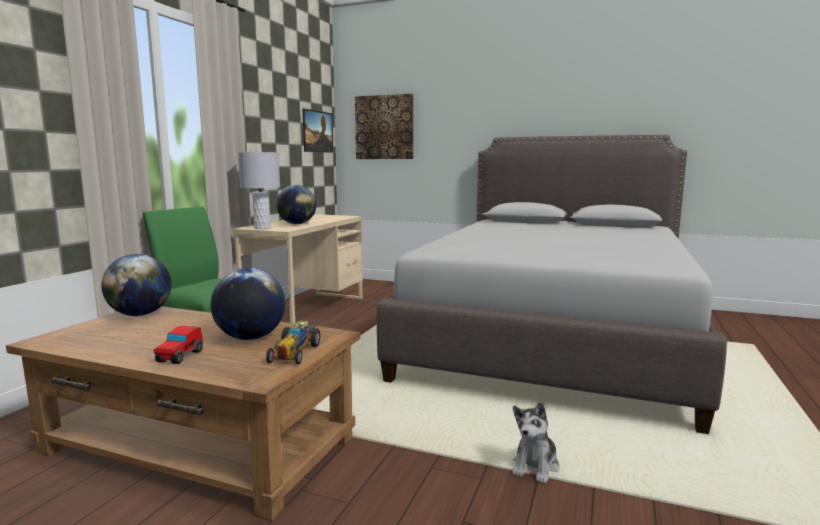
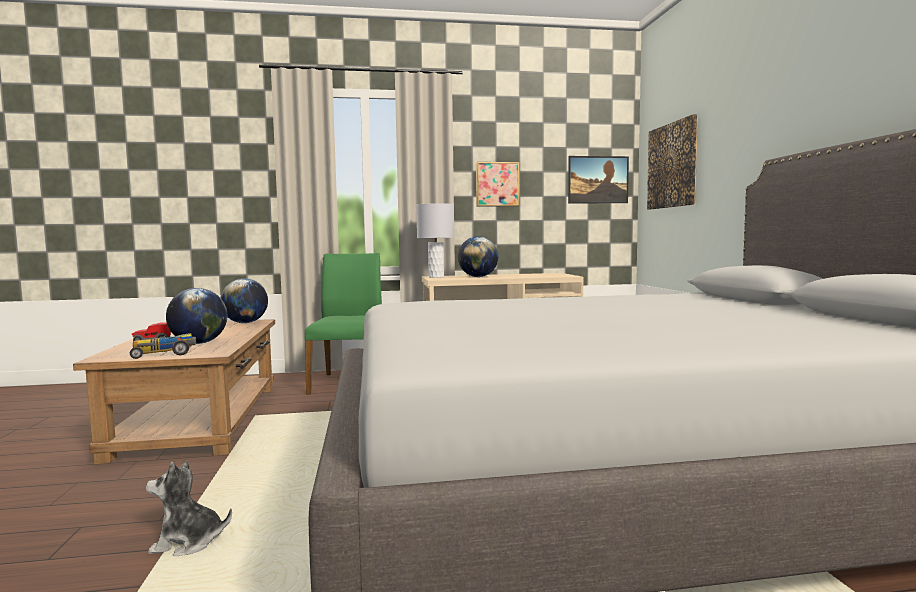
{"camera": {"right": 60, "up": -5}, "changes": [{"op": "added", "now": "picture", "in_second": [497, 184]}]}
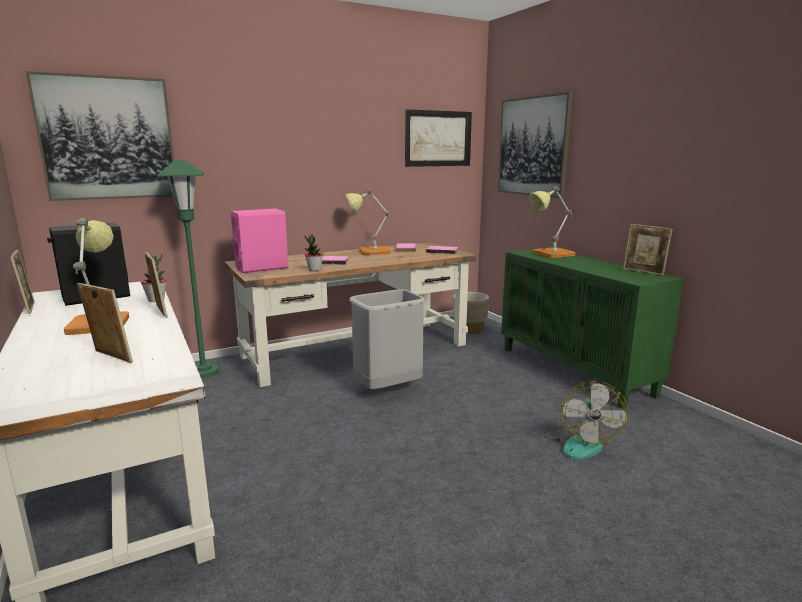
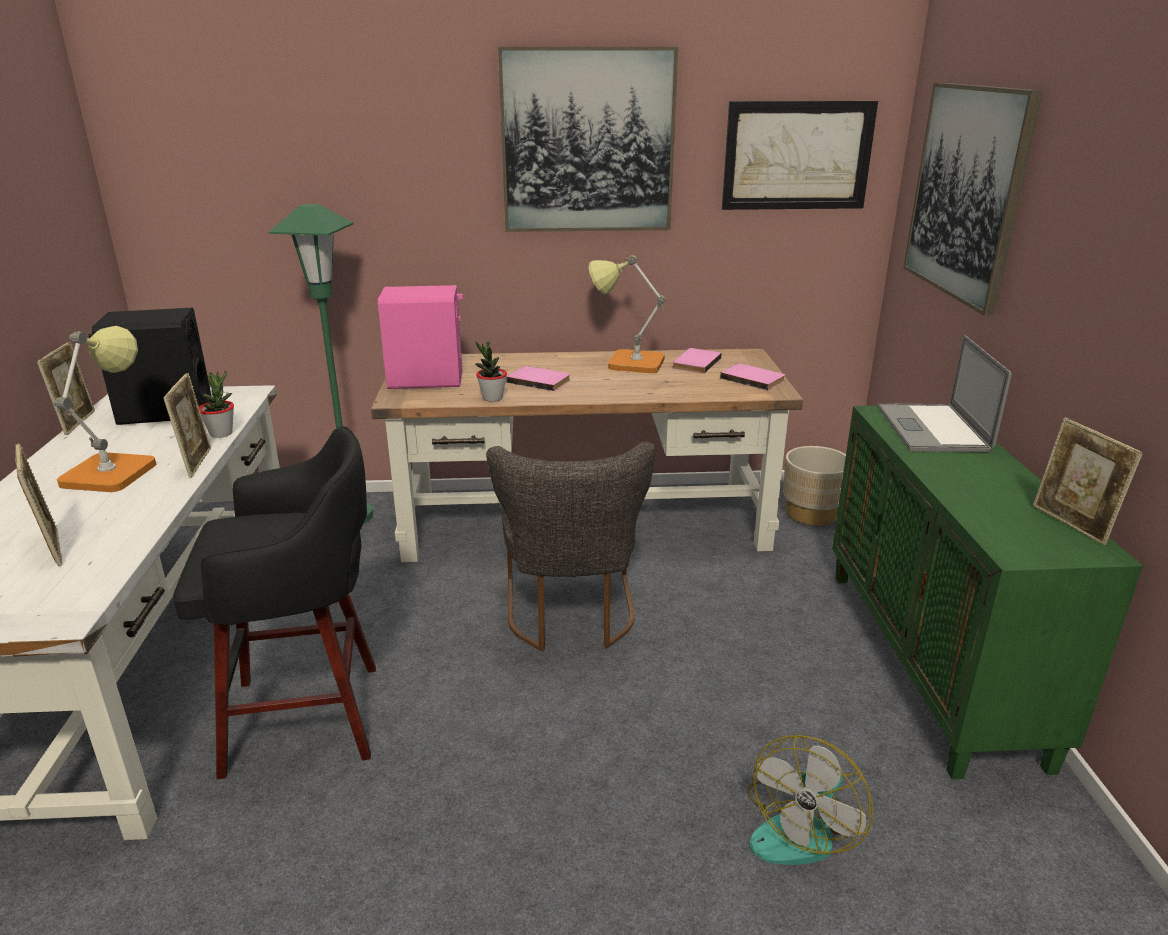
{"camera": {"right": 25, "up": 10}, "changes": [{"op": "moved", "was": "picture", "in_first": [108, 138], "in_second": [587, 142]}, {"op": "replaced", "was": "table lamp", "now": "laptop", "in_first": [549, 254], "in_second": [932, 428]}, {"op": "replaced", "was": "trash can (grey)", "now": "chair (grey)", "in_first": [388, 390], "in_second": [571, 616]}, {"op": "added", "now": "stool (black)", "in_second": [310, 718]}]}
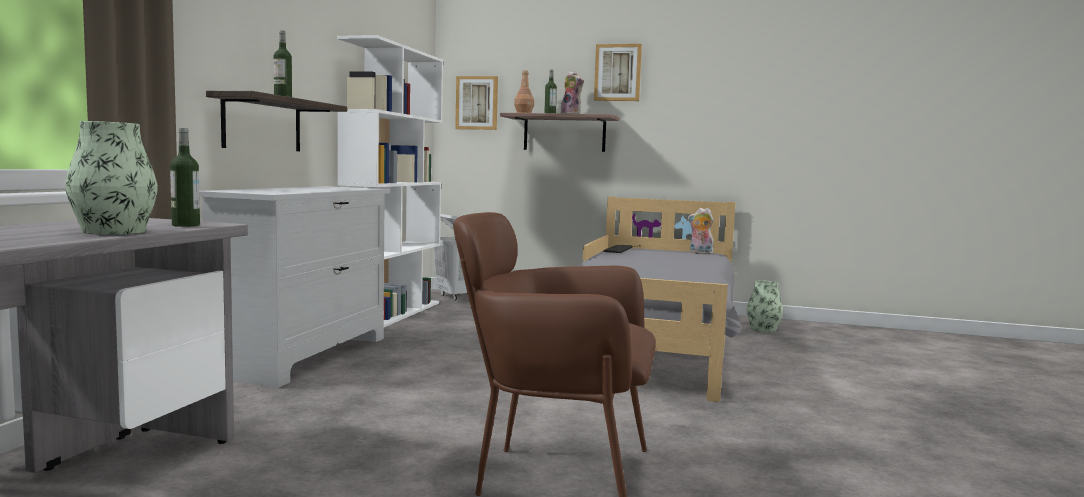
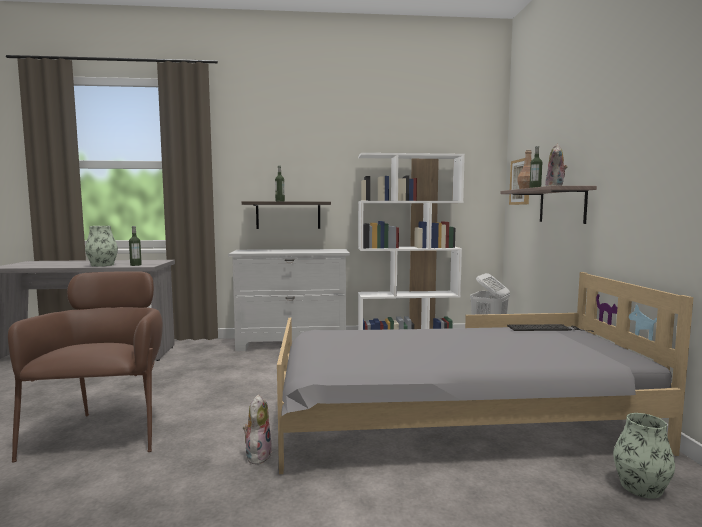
{"camera": {"right": 70, "up": 0}, "changes": [{"op": "removed", "was": "picture", "in_first": [617, 72]}, {"op": "moved", "was": "plush toy", "in_first": [700, 253], "in_second": [257, 455]}]}
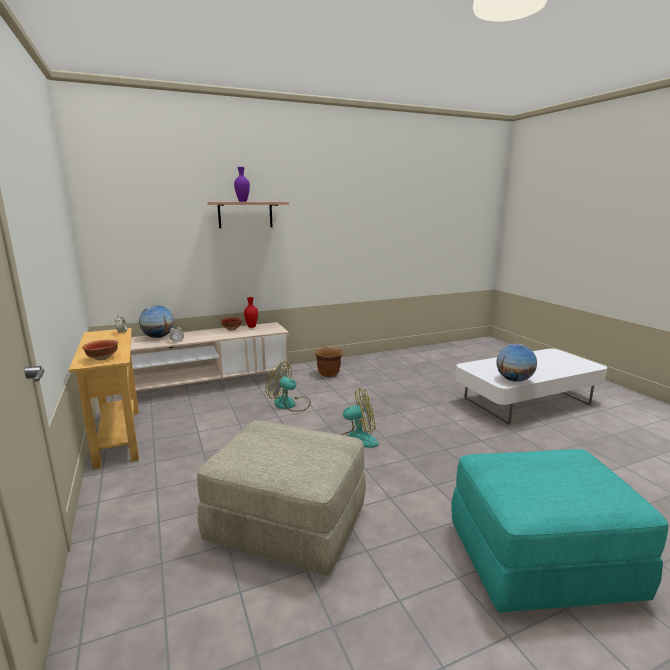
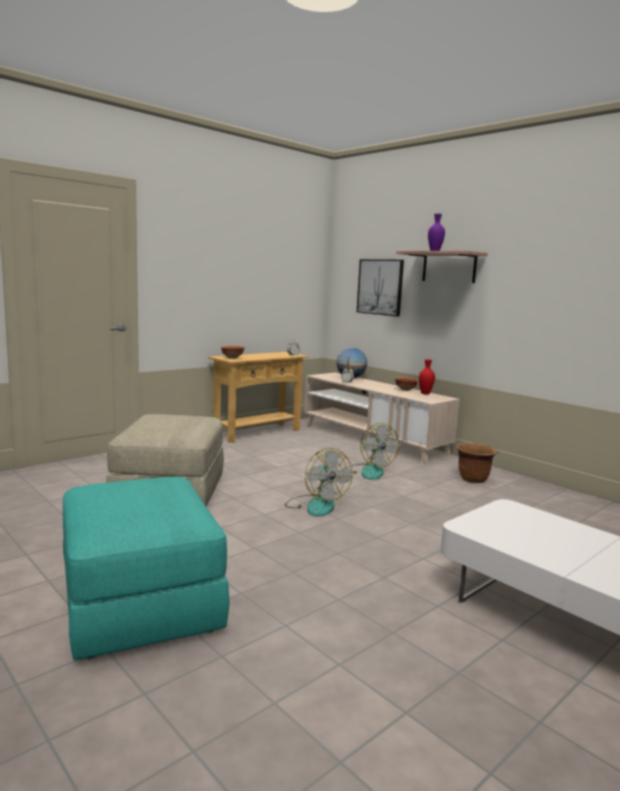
{"camera": {"right": 70, "up": -5}, "changes": [{"op": "removed", "was": "globe", "in_first": [514, 380]}, {"op": "turned", "was": "fan", "in_first": [290, 404], "in_second": [368, 471], "clockwise": 150}, {"op": "added", "now": "picture", "in_second": [380, 287]}]}
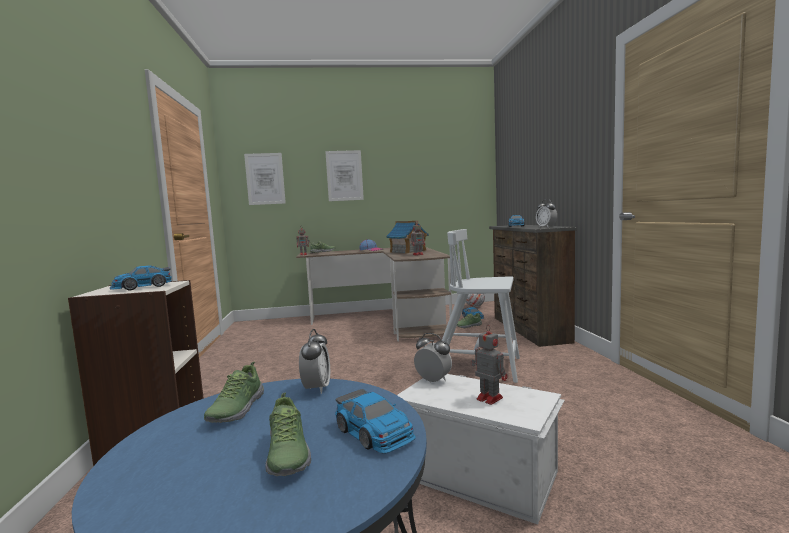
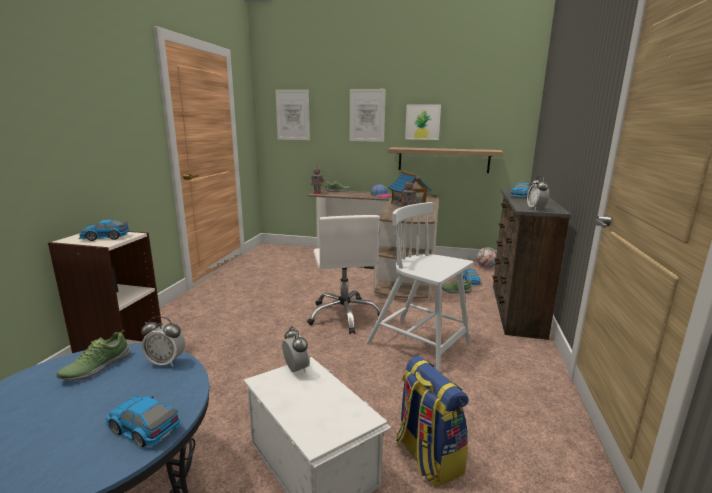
{"camera": {"right": 20, "up": 10}, "changes": [{"op": "removed", "was": "toy robot", "in_first": [488, 398]}, {"op": "turned", "was": "alarm clock", "in_first": [317, 388], "in_second": [166, 362], "clockwise": 75}, {"op": "turned", "was": "toy car", "in_first": [374, 433], "in_second": [143, 427], "clockwise": 135}, {"op": "removed", "was": "shoe", "in_first": [287, 454]}, {"op": "added", "now": "picture", "in_second": [422, 122]}, {"op": "added", "now": "shelf", "in_second": [443, 160]}, {"op": "added", "now": "office chair (white)", "in_second": [344, 315]}, {"op": "added", "now": "backpack", "in_second": [427, 457]}]}
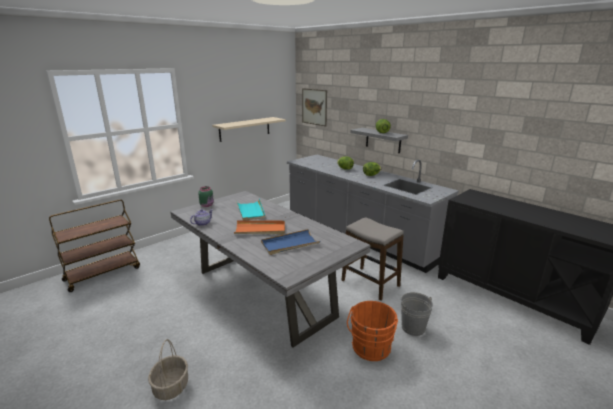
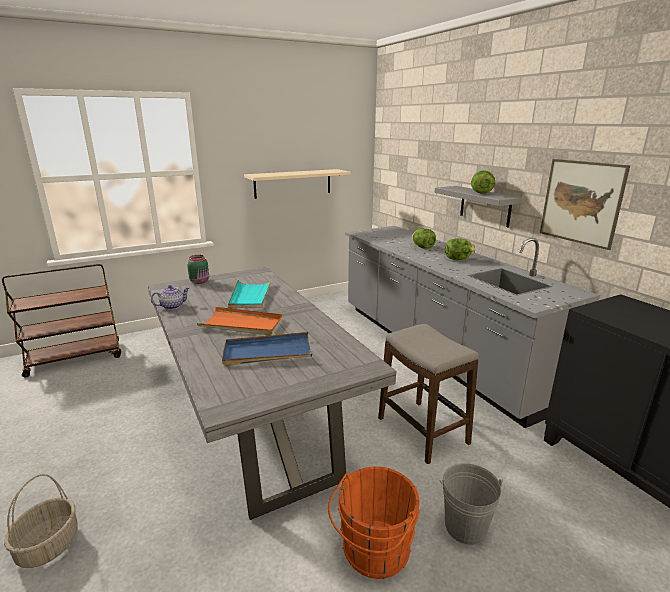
{"camera": {"right": 15, "up": 0}, "changes": [{"op": "moved", "was": "picture", "in_first": [314, 107], "in_second": [581, 202]}]}
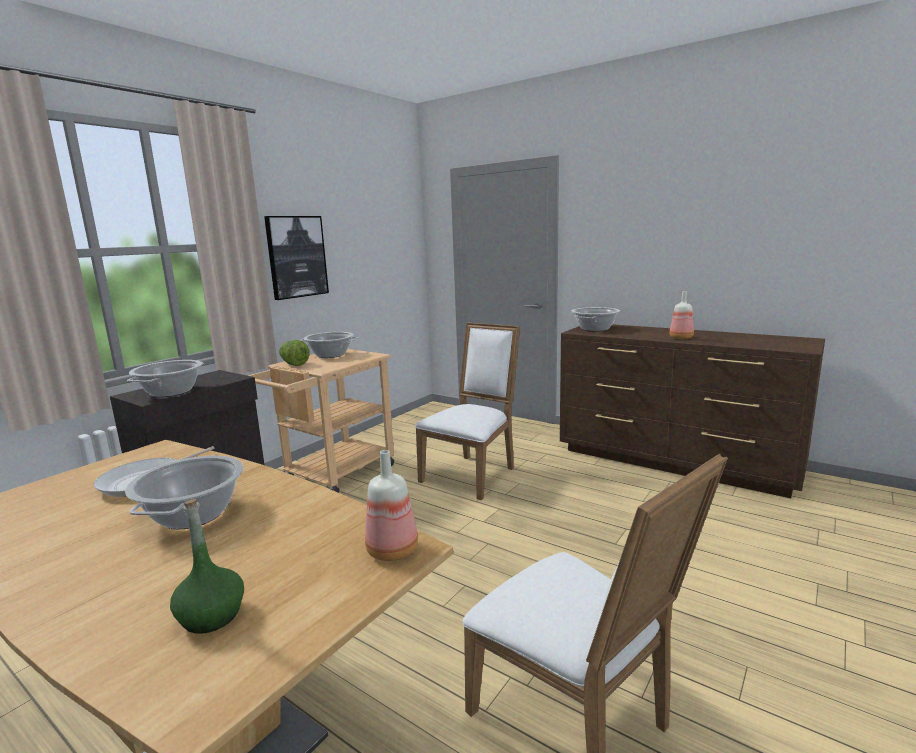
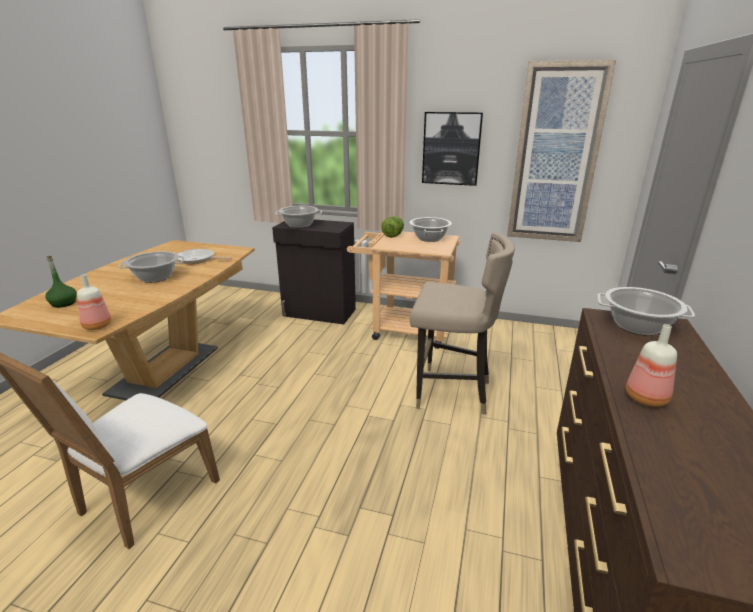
{"camera": {"right": 70, "up": 10}, "changes": [{"op": "replaced", "was": "chair (white)", "now": "stool (beige)", "in_first": [473, 473], "in_second": [451, 392]}, {"op": "added", "now": "picture", "in_second": [555, 156]}]}
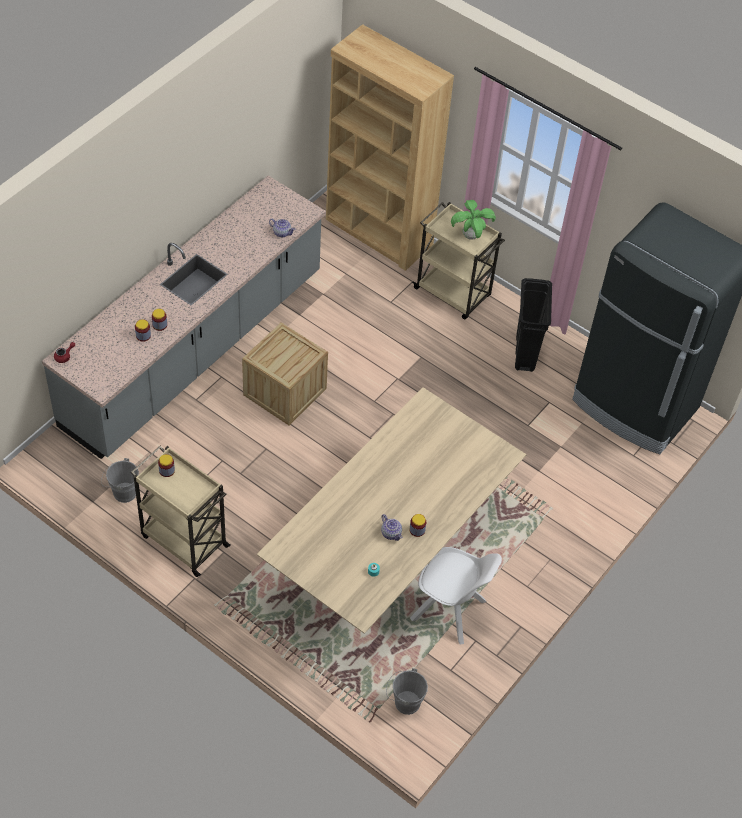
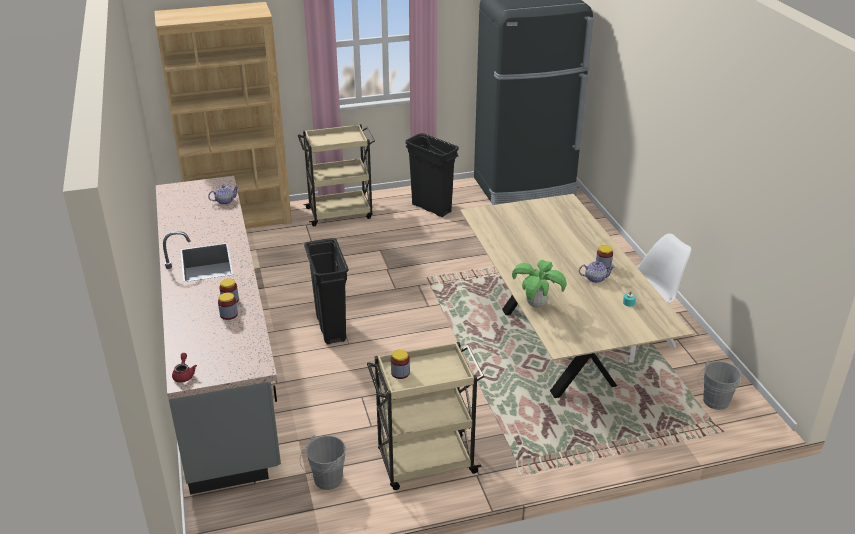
{"camera": {"right": -50, "up": -20}, "changes": [{"op": "moved", "was": "potted plant", "in_first": [470, 236], "in_second": [536, 305]}, {"op": "replaced", "was": "crate", "now": "trash can (black)", "in_first": [285, 392], "in_second": [331, 329]}]}
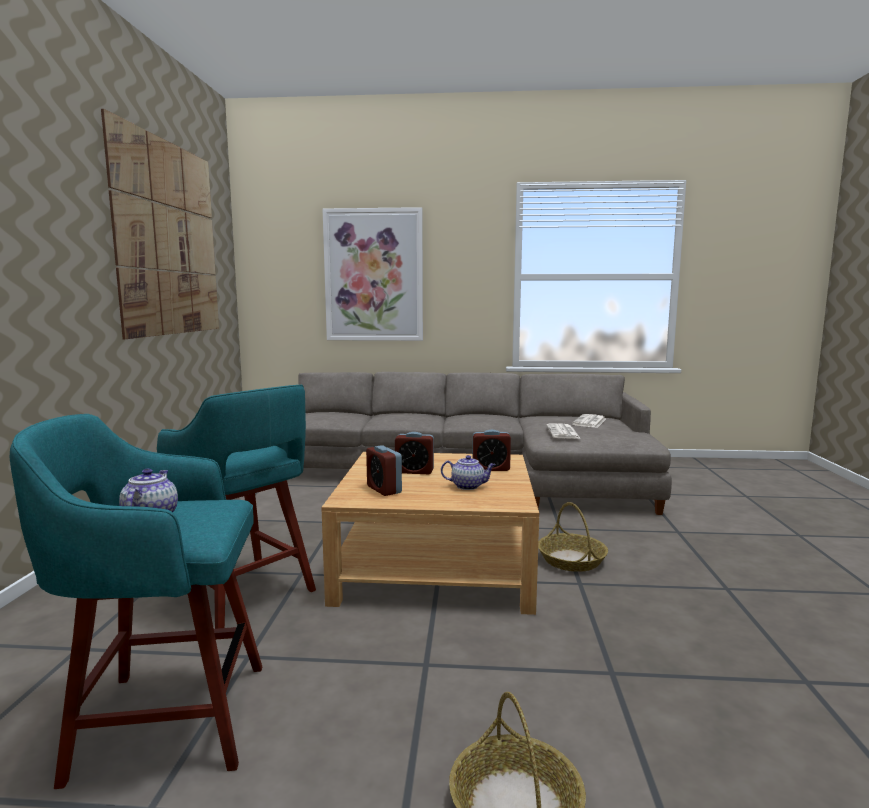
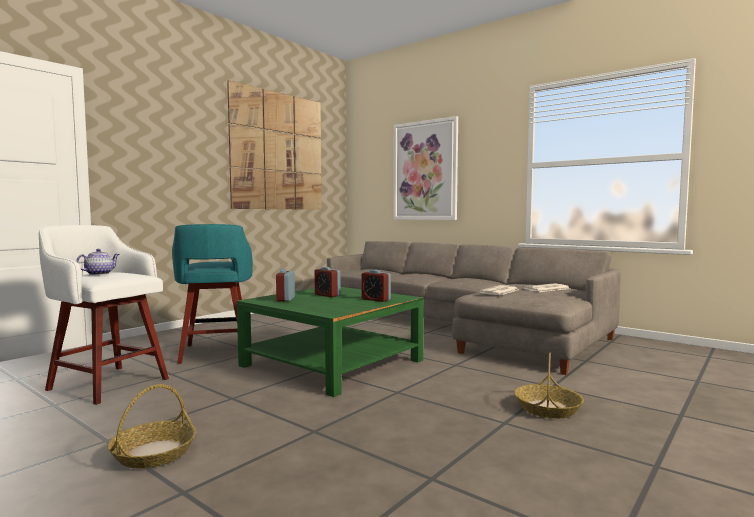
{"camera": {"right": 35, "up": -5}, "changes": [{"op": "recoloured", "was": "stool (turquoise)", "now": "stool (white)", "in_first": [165, 719], "in_second": [106, 383]}, {"op": "recoloured", "was": "coffee table (beige)", "now": "coffee table (green)", "in_first": [436, 563], "in_second": [332, 363]}, {"op": "removed", "was": "teapot", "in_first": [468, 486]}, {"op": "moved", "was": "basket", "in_first": [572, 560], "in_second": [548, 409]}]}
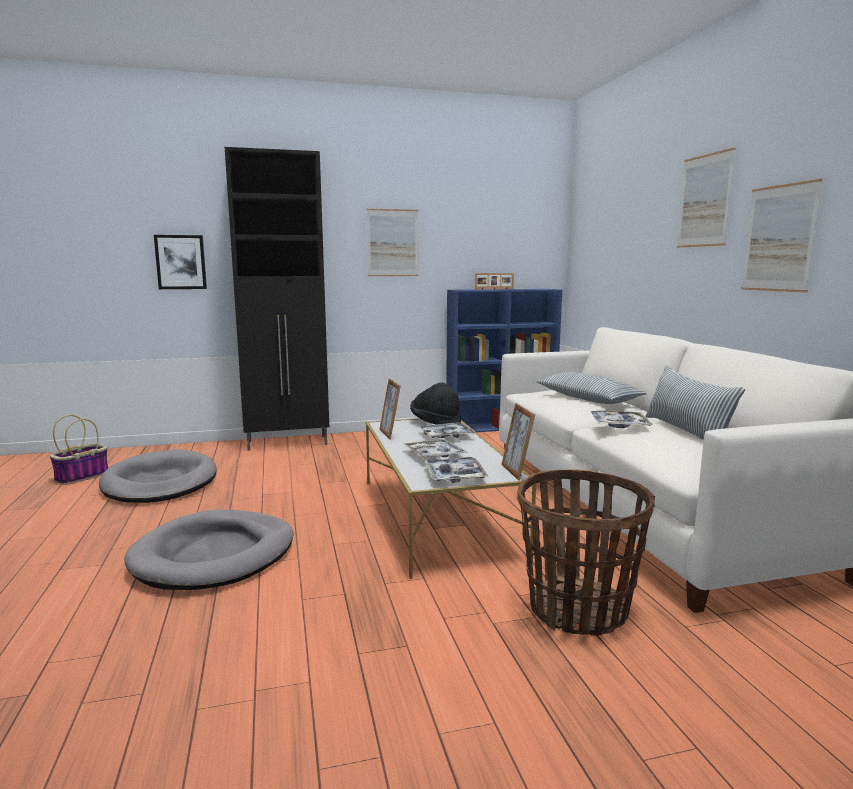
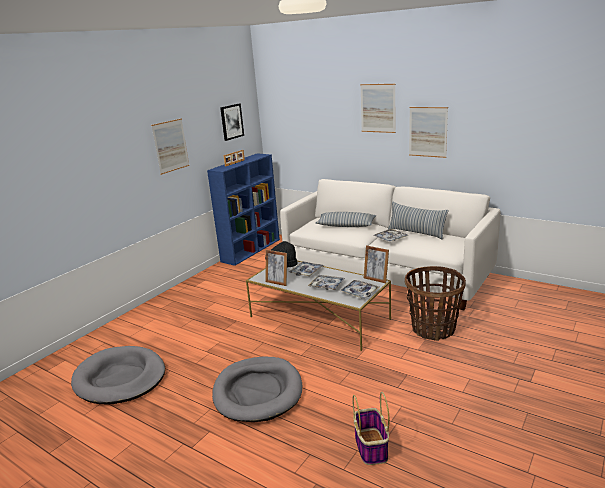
{"camera": {"right": -40, "up": 10}, "changes": [{"op": "removed", "was": "cabinet (black)", "in_first": [288, 443]}, {"op": "moved", "was": "picture", "in_first": [181, 262], "in_second": [231, 121]}, {"op": "moved", "was": "basket", "in_first": [82, 476], "in_second": [370, 446]}]}
